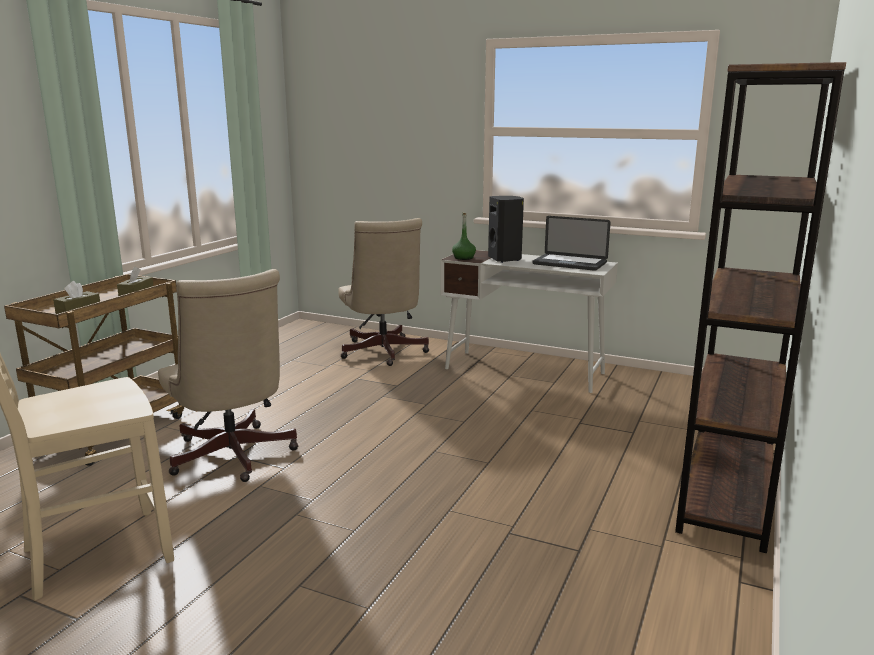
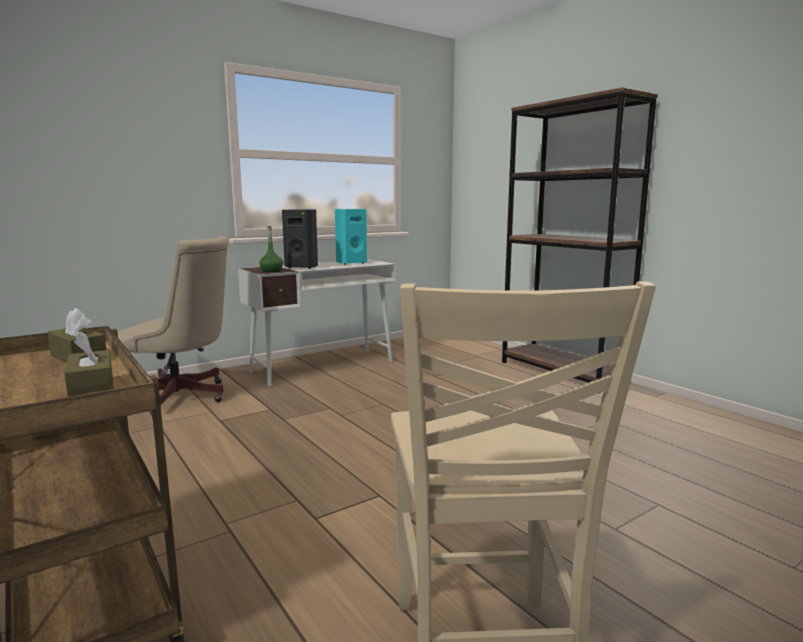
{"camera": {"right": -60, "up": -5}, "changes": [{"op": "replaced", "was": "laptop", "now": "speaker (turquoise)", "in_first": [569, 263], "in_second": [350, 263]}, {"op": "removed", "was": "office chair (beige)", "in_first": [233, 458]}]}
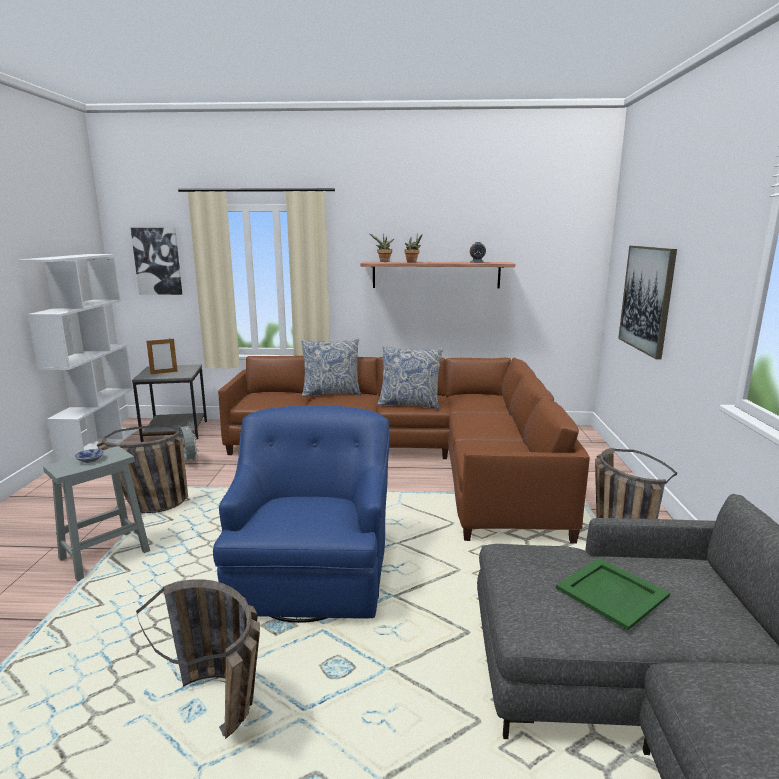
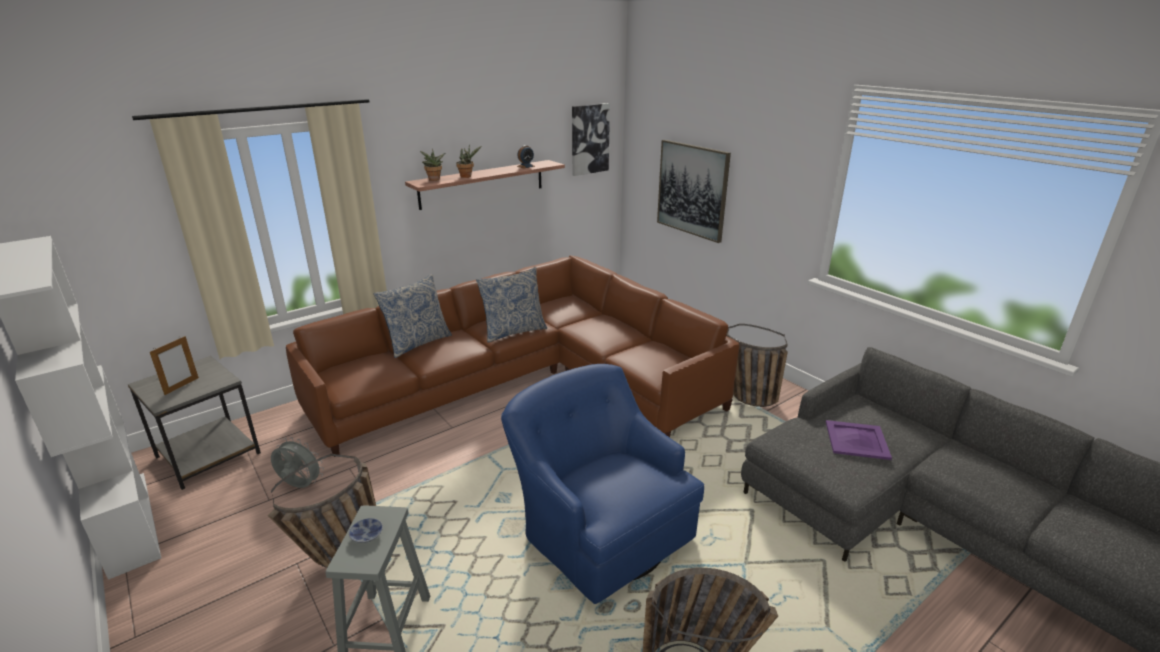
{"camera": {"right": -40, "up": 10}, "changes": [{"op": "moved", "was": "picture", "in_first": [157, 261], "in_second": [589, 139]}, {"op": "recoloured", "was": "tray (green)", "now": "tray (purple)", "in_first": [611, 591], "in_second": [856, 440]}]}
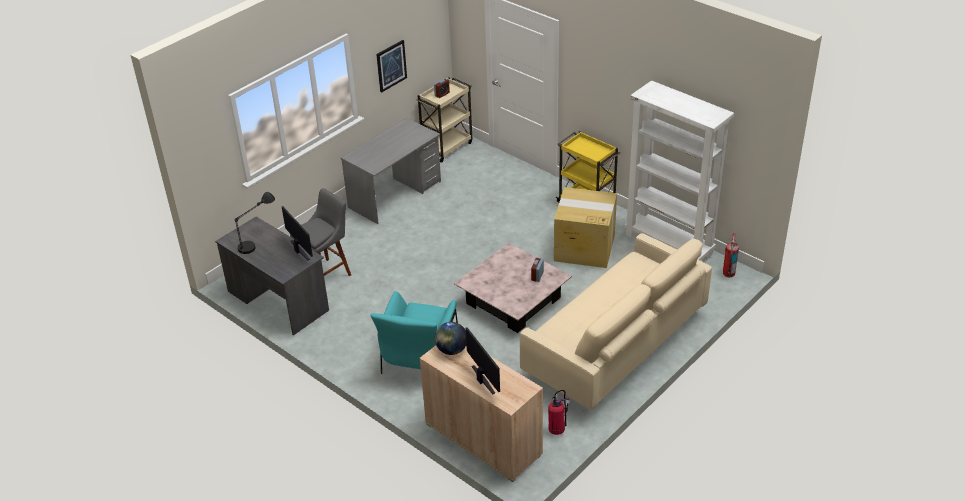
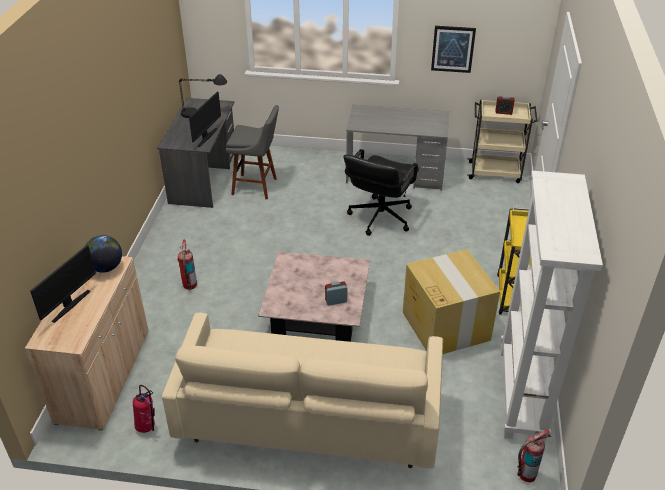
{"camera": {"right": 55, "up": 0}, "changes": [{"op": "replaced", "was": "armchair (turquoise)", "now": "fire extinguisher", "in_first": [419, 358], "in_second": [189, 285]}, {"op": "added", "now": "office chair (black)", "in_second": [380, 217]}]}
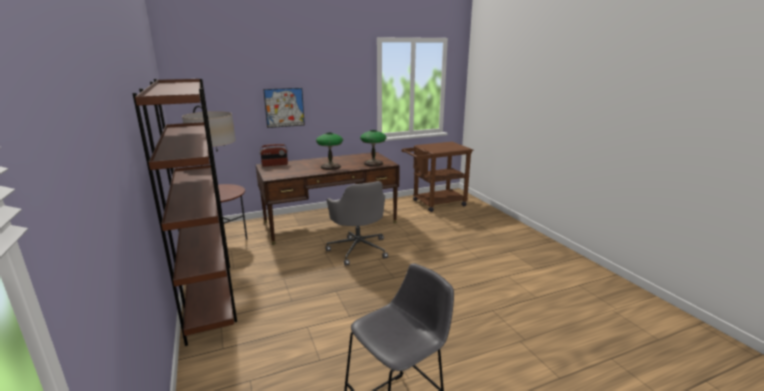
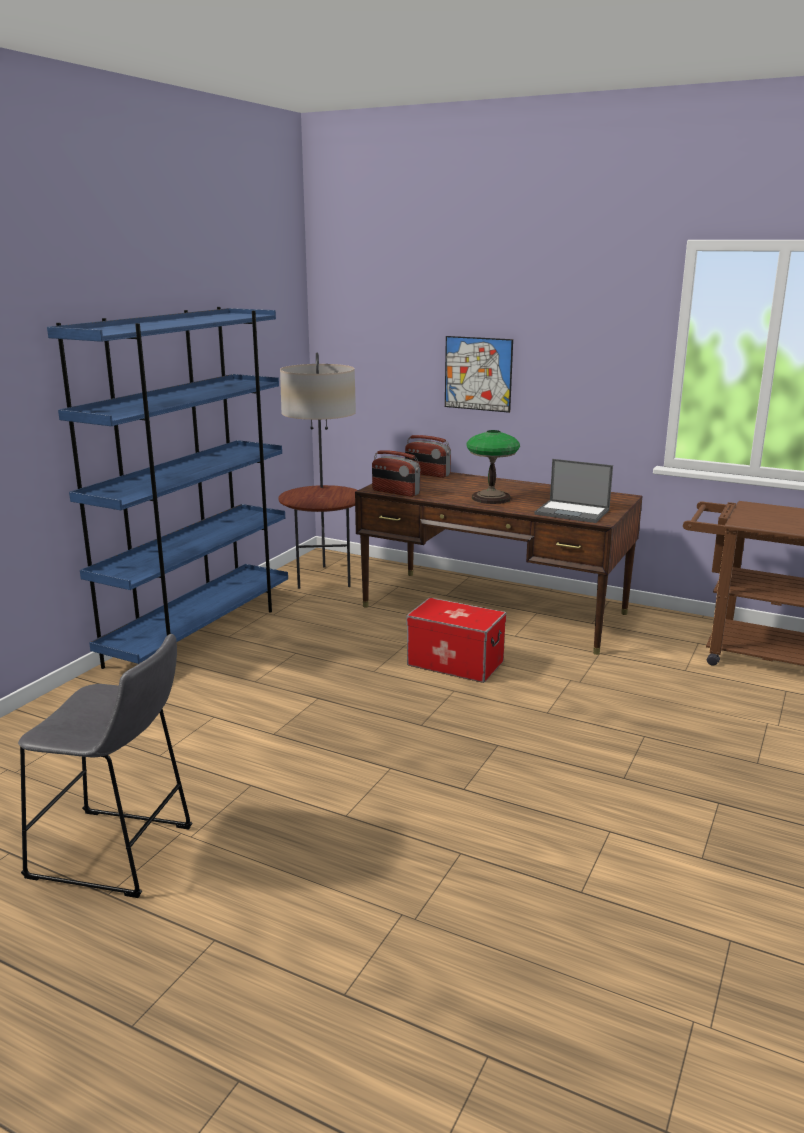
{"camera": {"right": 50, "up": 0}, "changes": [{"op": "recoloured", "was": "bookcase (brown)", "now": "bookcase (blue)", "in_first": [210, 296], "in_second": [200, 632]}, {"op": "replaced", "was": "table lamp", "now": "laptop", "in_first": [373, 163], "in_second": [573, 512]}, {"op": "replaced", "was": "office chair (grey)", "now": "storage box", "in_first": [358, 249], "in_second": [454, 663]}, {"op": "added", "now": "radio", "in_second": [395, 492]}]}
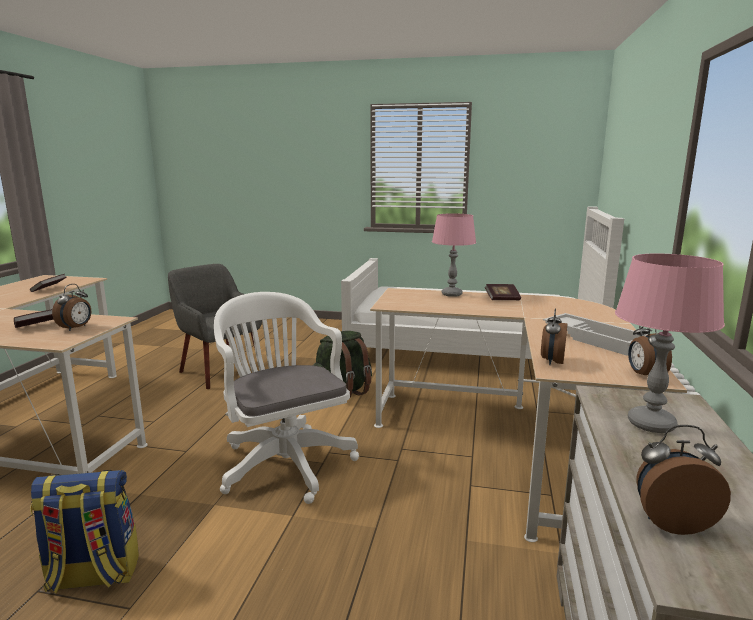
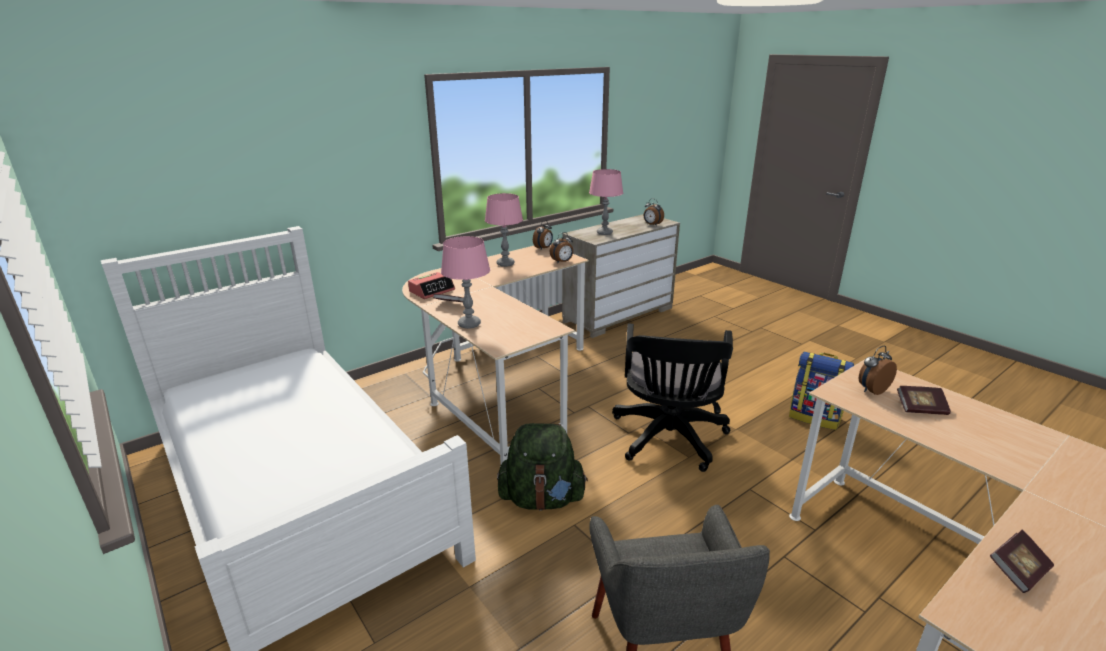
{"camera": {"right": -140, "up": 10}, "changes": [{"op": "recoloured", "was": "office chair (white)", "now": "office chair (black)", "in_first": [284, 461], "in_second": [669, 440]}, {"op": "replaced", "was": "tray (white)", "now": "table lamp (pink)", "in_first": [595, 339], "in_second": [505, 264]}, {"op": "added", "now": "alarm clock", "in_second": [432, 291]}]}
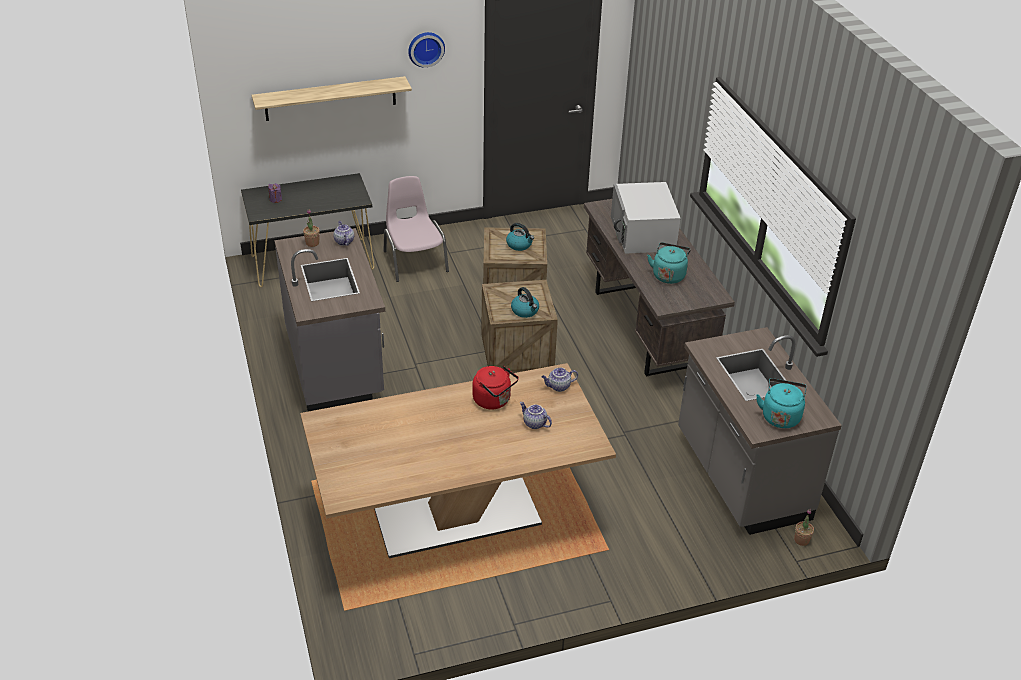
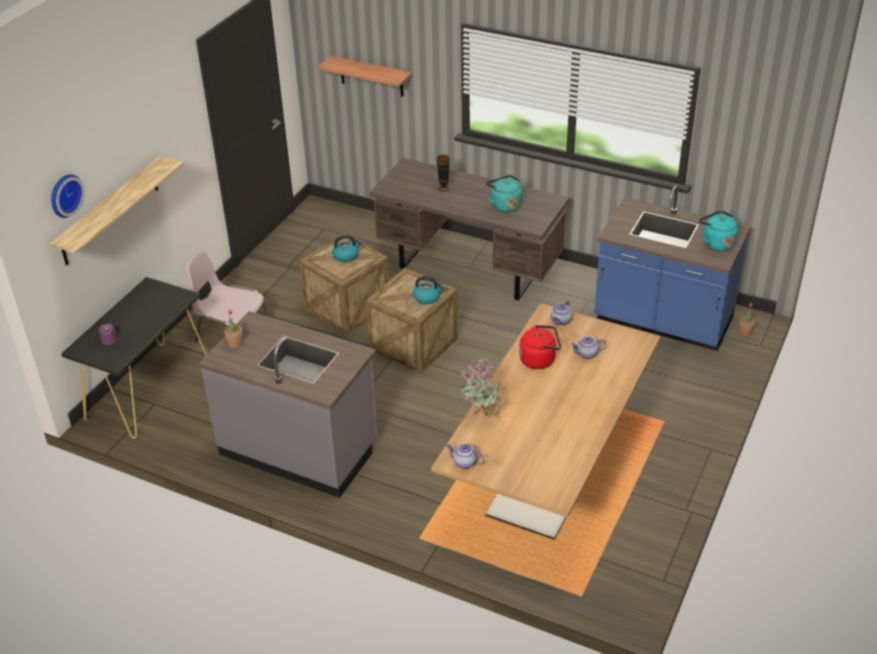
{"camera": {"right": -45, "up": 0}, "changes": [{"op": "moved", "was": "wall clock", "in_first": [425, 48], "in_second": [64, 195]}, {"op": "replaced", "was": "microwave (white)", "now": "vase", "in_first": [643, 233], "in_second": [443, 189]}, {"op": "moved", "was": "teapot", "in_first": [344, 241], "in_second": [464, 463]}, {"op": "recoloured", "was": "counter (grey)", "now": "counter (blue)", "in_first": [740, 477], "in_second": [662, 321]}, {"op": "added", "now": "shelf", "in_second": [371, 76]}, {"op": "added", "now": "potted plant", "in_second": [482, 417]}]}
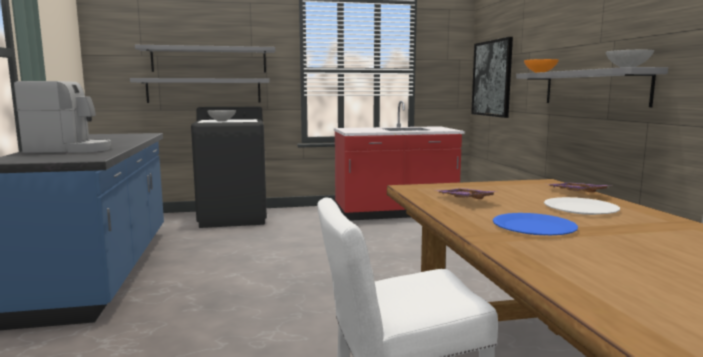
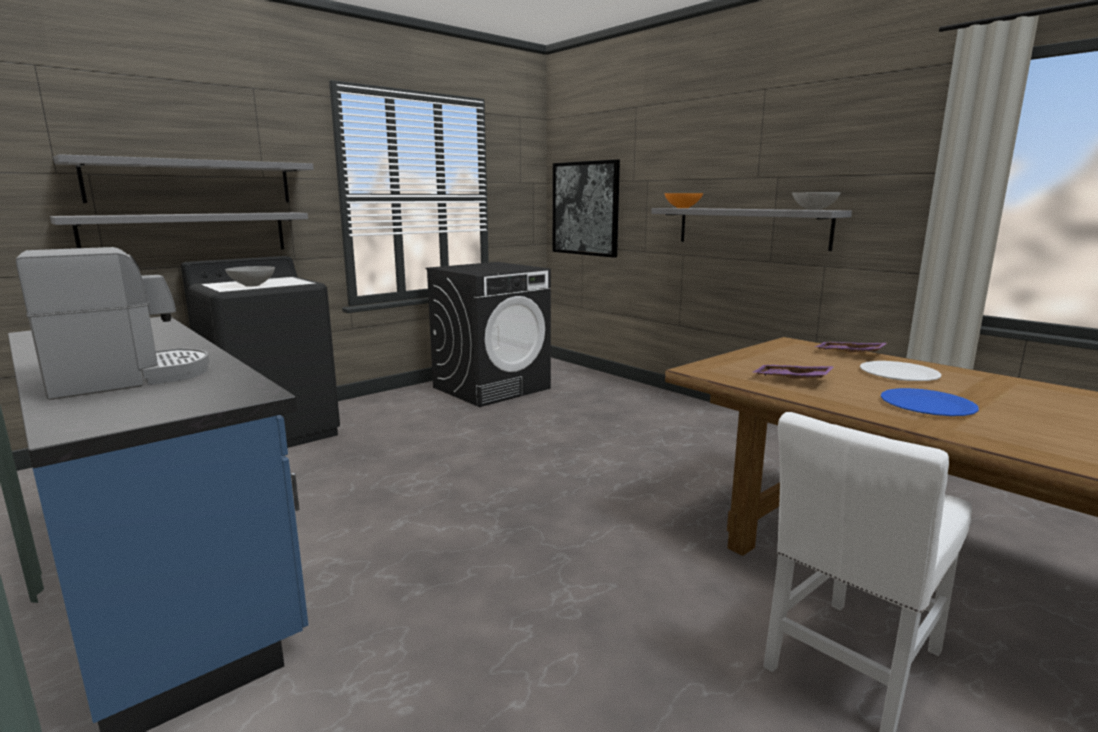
{"camera": {"right": -30, "up": 5}, "changes": [{"op": "replaced", "was": "counter (red)", "now": "washing machine (black)", "in_first": [395, 213], "in_second": [492, 388]}]}
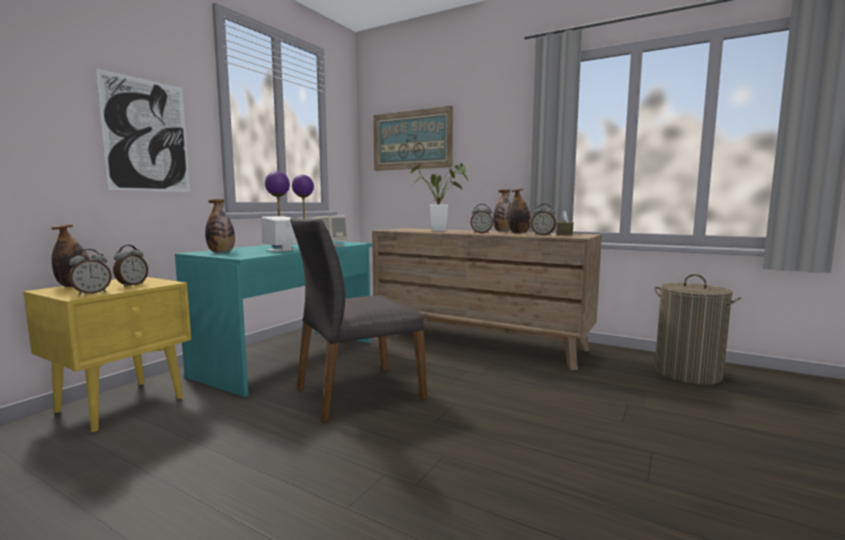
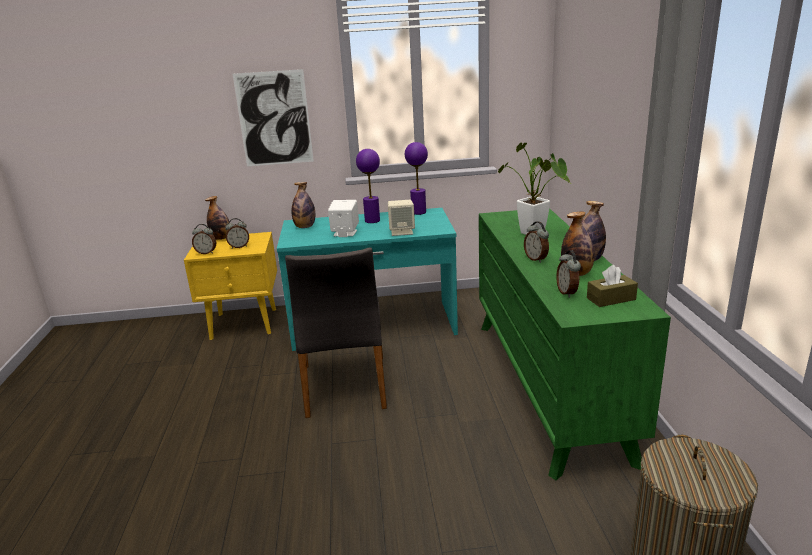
{"camera": {"right": 55, "up": 15}, "changes": [{"op": "removed", "was": "picture", "in_first": [412, 140]}, {"op": "turned", "was": "chair (grey)", "in_first": [357, 393], "in_second": [344, 386], "clockwise": -120}, {"op": "recoloured", "was": "dresser (brown)", "now": "dresser (green)", "in_first": [478, 342], "in_second": [548, 385]}]}
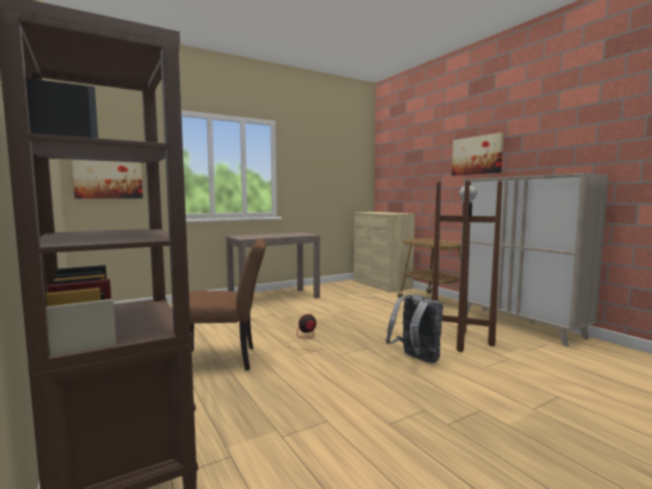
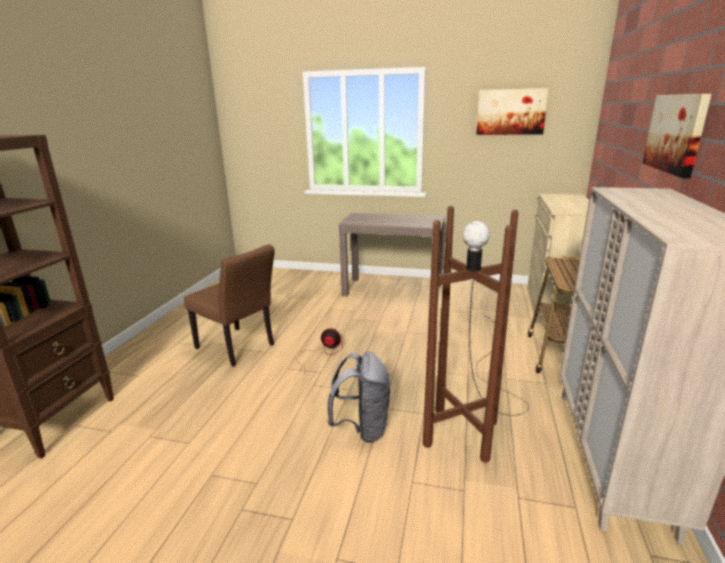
{"camera": {"right": 45, "up": 15}, "changes": [{"op": "moved", "was": "picture", "in_first": [108, 179], "in_second": [511, 112]}]}
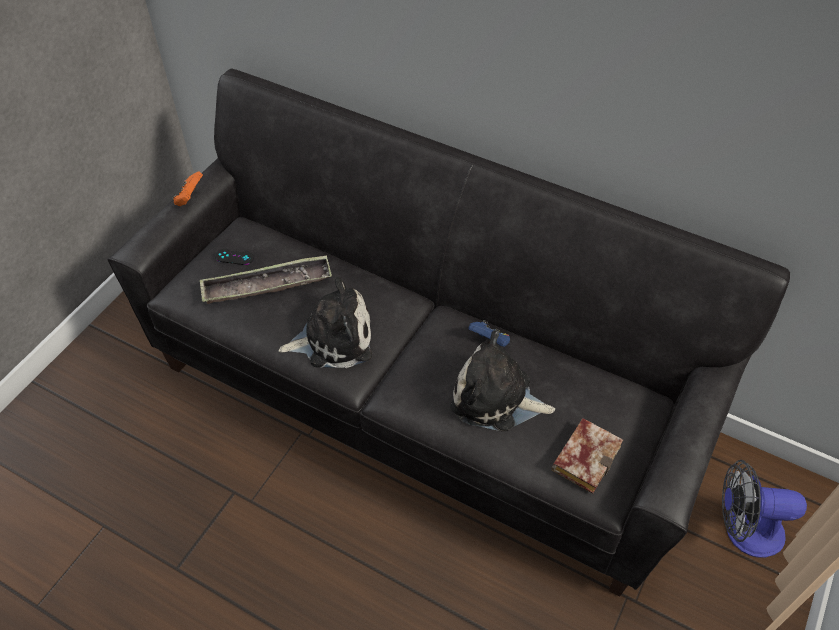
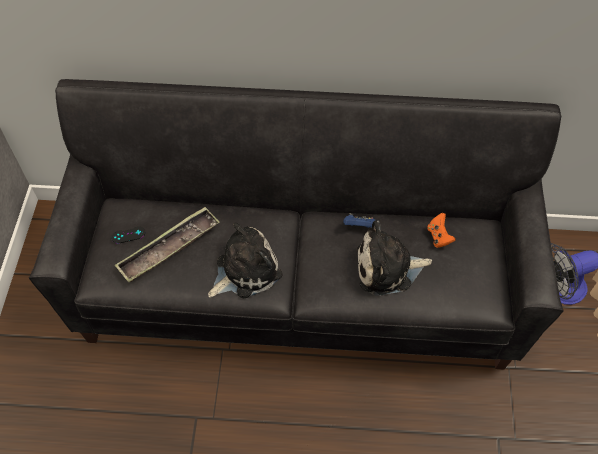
{"camera": {"right": -25, "up": 5}, "changes": [{"op": "moved", "was": "game controller (orange)", "in_first": [189, 198], "in_second": [438, 236]}, {"op": "removed", "was": "book", "in_first": [585, 455]}]}
